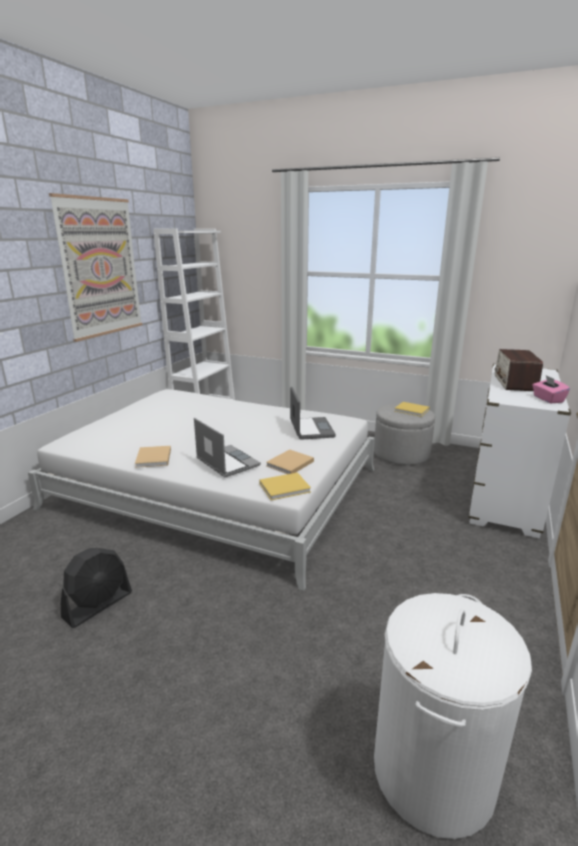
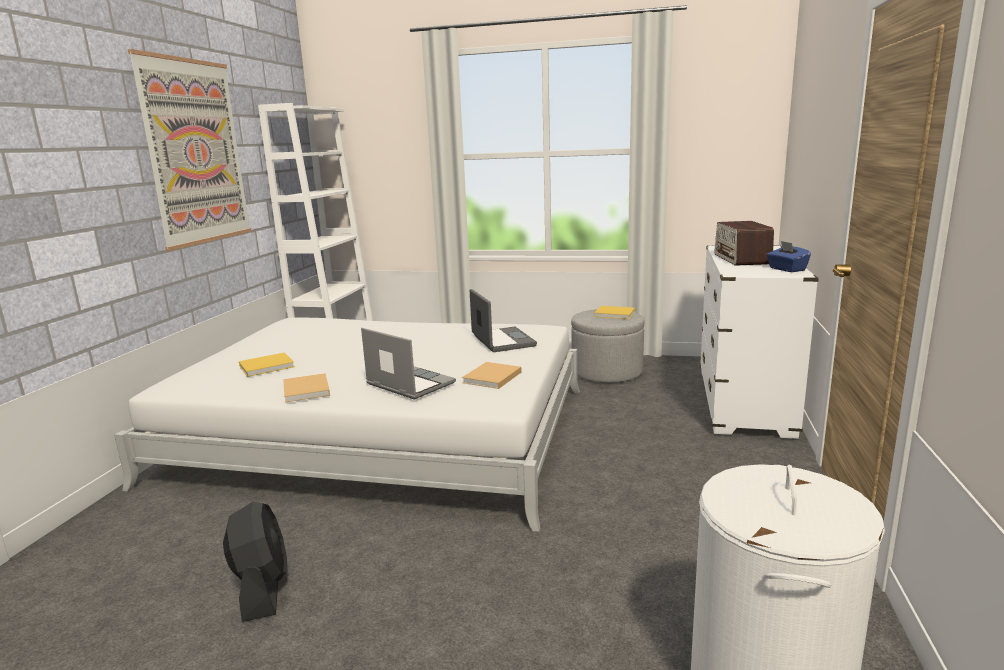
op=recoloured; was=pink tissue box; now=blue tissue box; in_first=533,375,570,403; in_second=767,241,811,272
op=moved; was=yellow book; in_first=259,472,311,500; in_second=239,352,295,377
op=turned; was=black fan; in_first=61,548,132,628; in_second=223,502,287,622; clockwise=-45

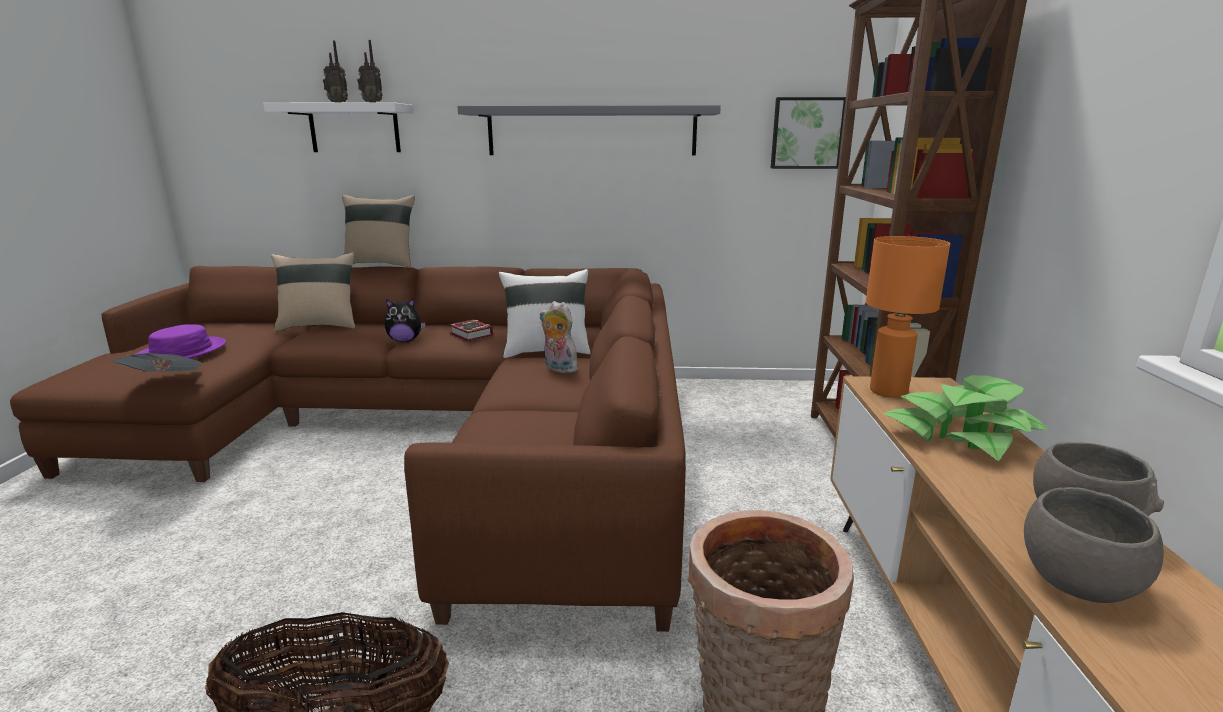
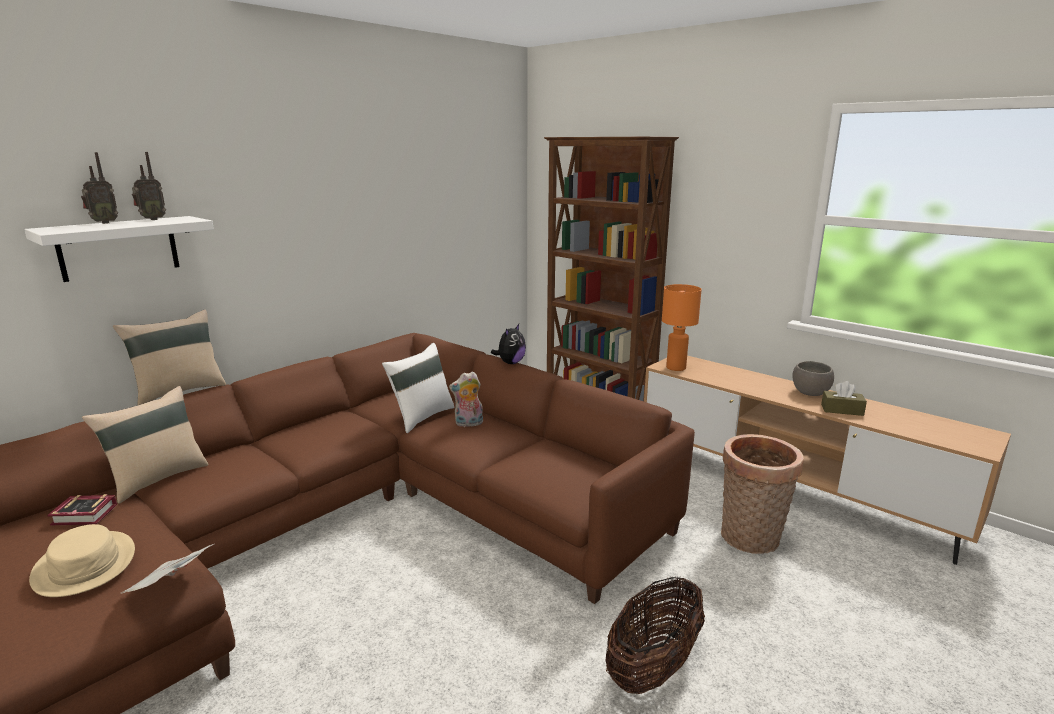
op=removed; was=picture; in_first=771,97,846,169
op=removed; was=grey shelf; in_first=458,105,721,156
op=moved; was=plush toy; in_first=385,299,426,342; in_second=491,324,526,364
op=moved; was=book; in_first=449,319,493,341; in_second=47,494,117,526
op=recoloured; was=purple hat; now=beige hat; in_first=136,324,226,359; in_second=29,524,135,597
op=removed; was=potted plant; in_first=882,375,1050,461
op=replaced; was=grey bowl; now=brown tissue box; in_first=1024,487,1164,603; in_second=821,381,867,416

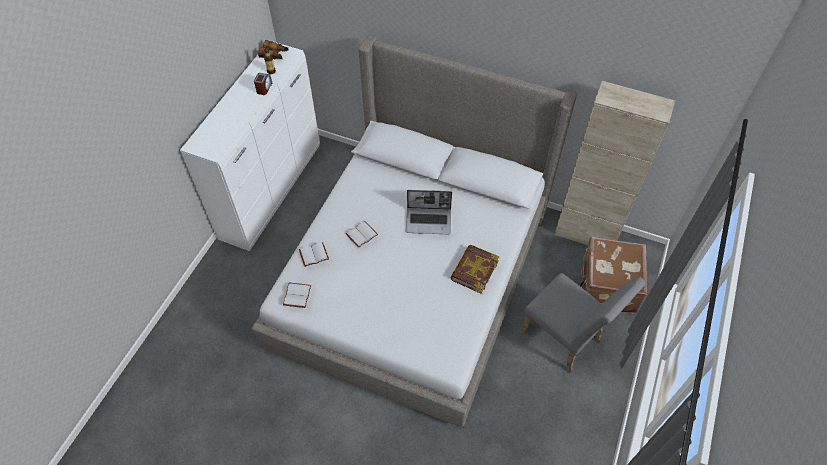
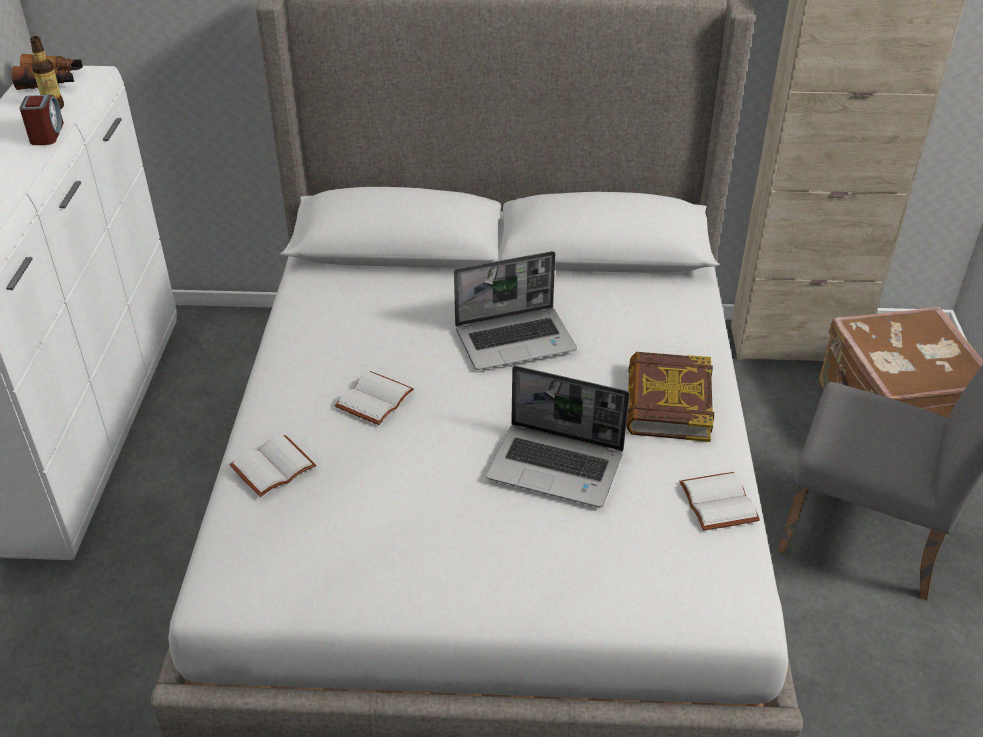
op=moved; was=white book; in_first=283,283,311,308; in_second=679,472,760,531
op=added; now=laptop; in_second=486,366,630,507

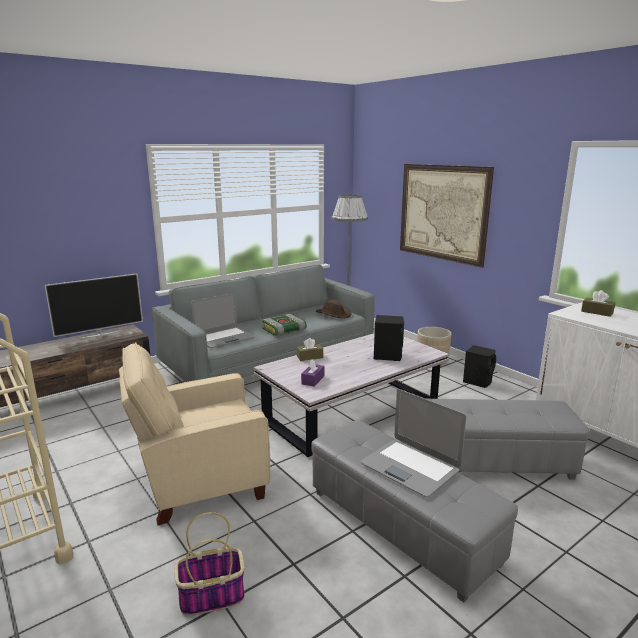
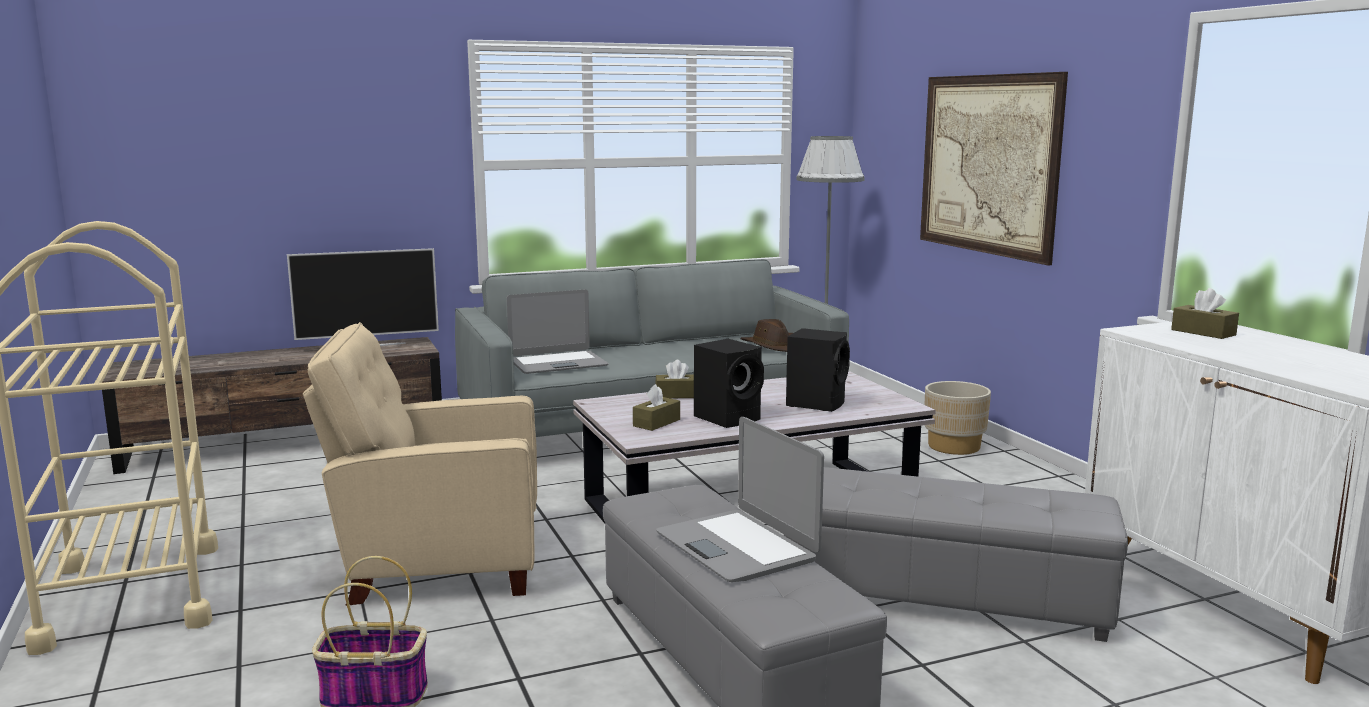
op=removed; was=book; in_first=262,314,307,336
op=moved; was=black speaker; in_first=463,345,496,388; in_second=694,339,764,428
op=recoloured; was=purple tissue box; now=brown tissue box; in_first=301,359,324,387; in_second=633,384,680,431

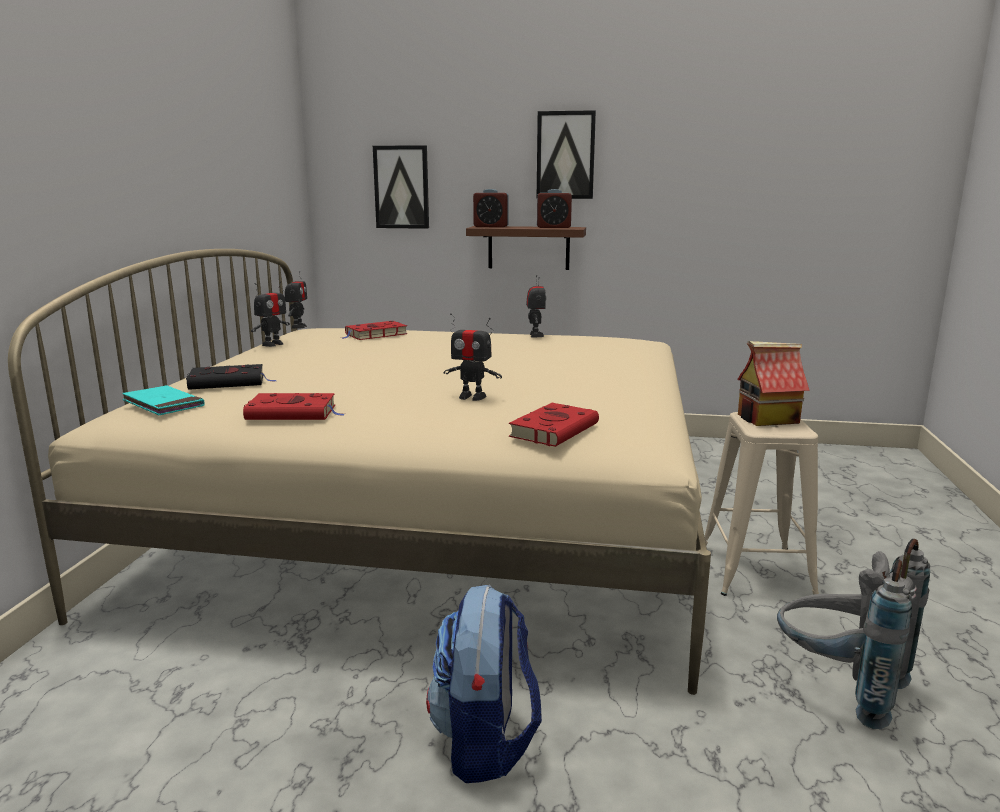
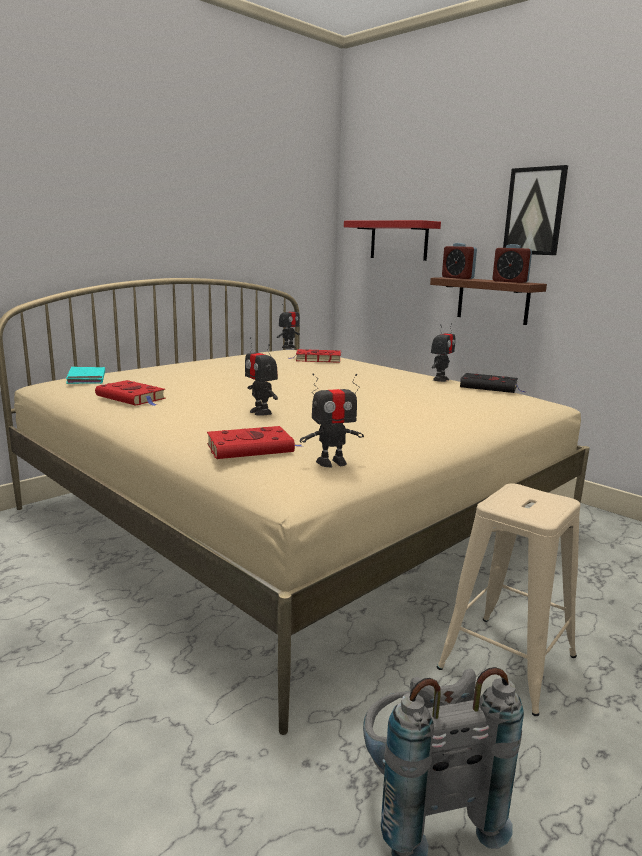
op=replaced; was=picture; now=red shelf; in_first=373,145,429,229; in_second=344,220,441,261
op=moved; was=toy robot; in_first=251,281,290,347; in_second=300,373,364,467
op=removed; was=toy house; in_first=737,341,810,426
op=moved; was=black book; in_first=186,364,276,390; in_second=460,373,526,393
op=removed; was=backpack; in_first=426,584,542,783

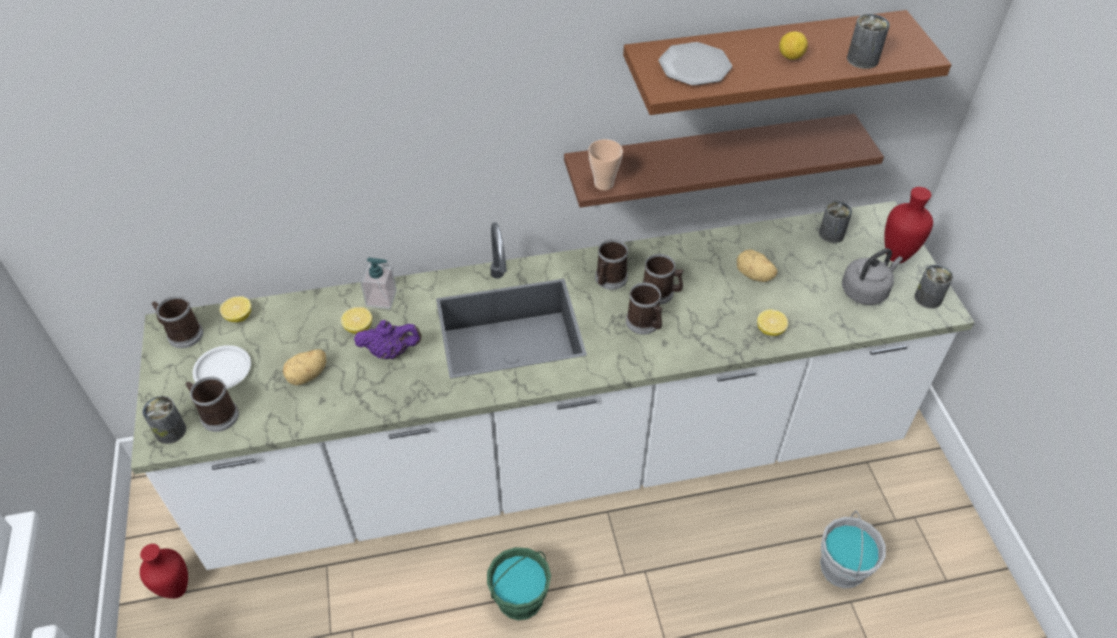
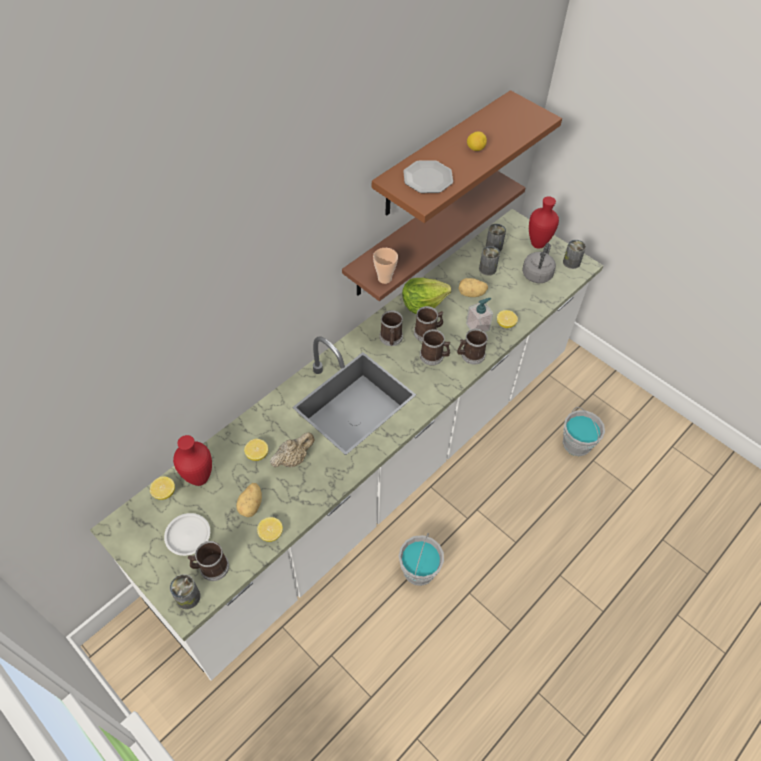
op=moved; was=can; in_first=847,14,890,69; in_second=479,246,500,276
op=moved; was=soap dispenser; in_first=360,257,397,309; in_second=466,298,493,332
op=moved; was=mug; in_first=152,296,203,348; in_second=457,328,488,365
op=recoloured; was=purple teapot; now=beige teapot; in_first=354,320,422,359; in_second=270,432,315,467
op=moved; was=red vase; in_first=140,544,188,599; in_second=173,435,212,486
op=recoloured; was=green bucket; now=grey bucket; in_first=487,547,551,621; in_second=399,533,444,586
op=added; now=lettuce; in_second=402,278,451,314
op=added; now=lemon; in_second=257,517,283,542

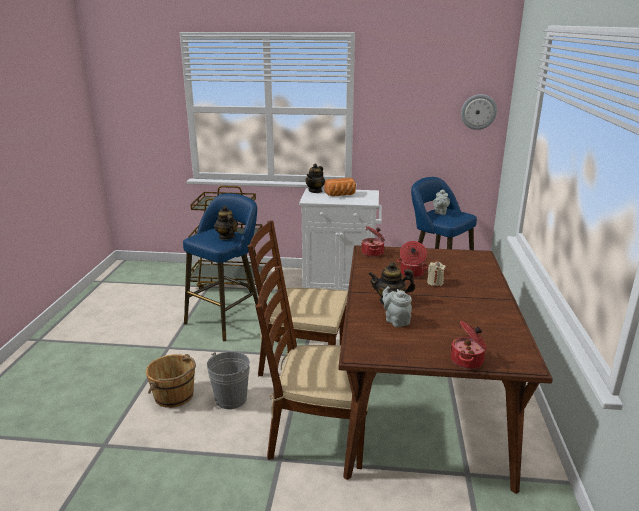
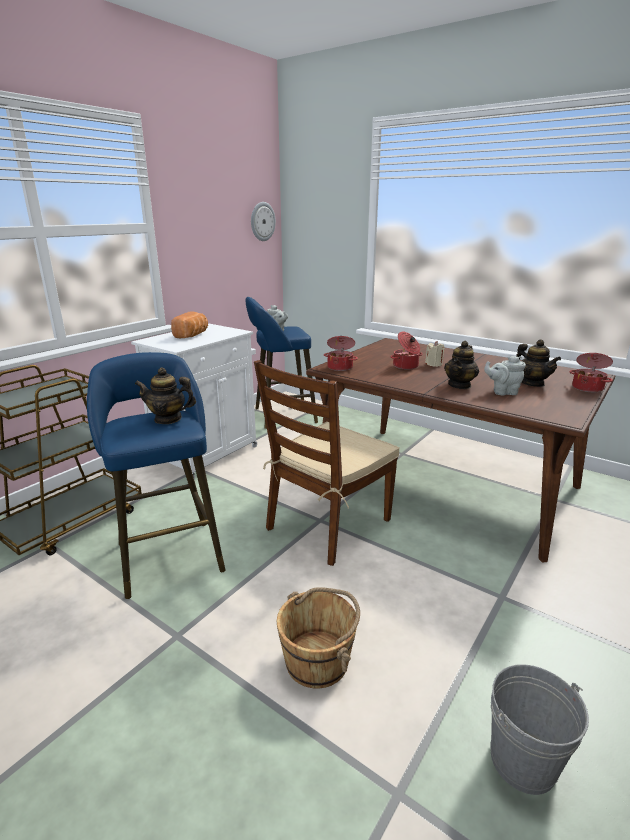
op=moved; was=teapot; in_first=305,163,325,193; in_second=516,339,561,387
op=removed; was=brown chair; in_first=255,266,369,469
op=moved; was=grey bucket; in_first=207,351,250,409; in_second=490,664,589,795

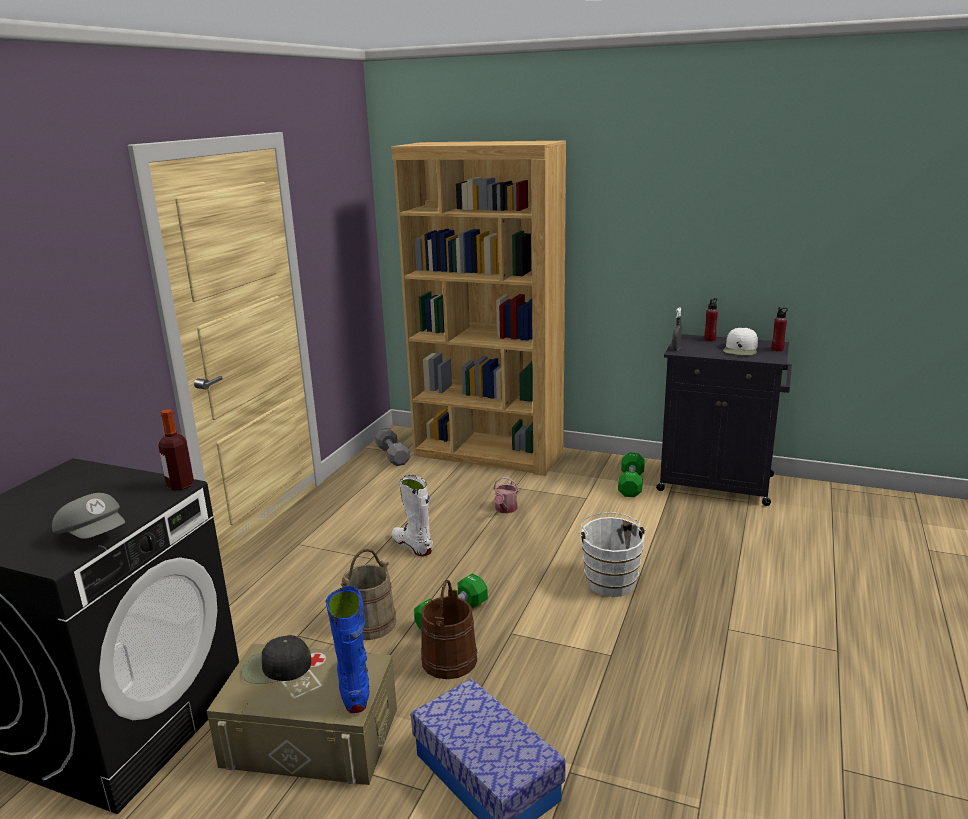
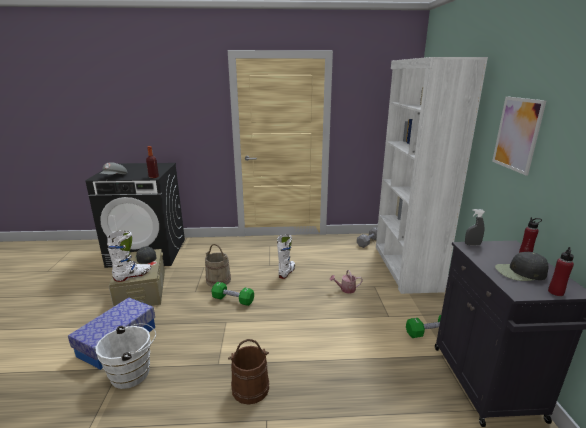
op=recoloured; was=brown bookcase; now=white bookcase; in_first=391,141,566,476; in_second=376,57,488,294
op=recoloured; was=white cap; now=black cap; in_first=723,327,758,355; in_second=495,252,548,281
op=moved; was=white bucket; in_first=578,512,647,597; in_second=95,324,156,389
op=moved; was=brown bucket; in_first=421,580,477,679; in_second=228,339,269,405
op=recoloured; was=blue boot; now=white boot; in_first=326,586,370,713; in_second=107,230,151,282
op=added; now=picture; in_second=492,96,546,176

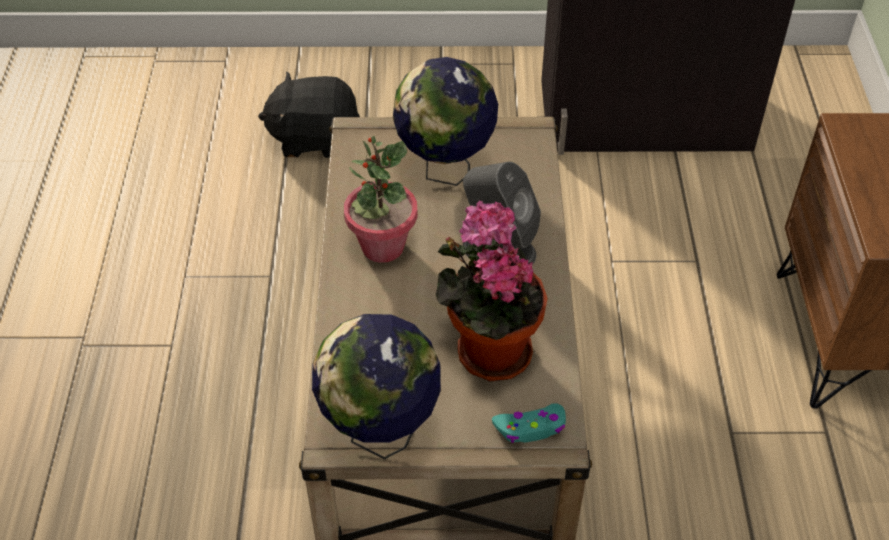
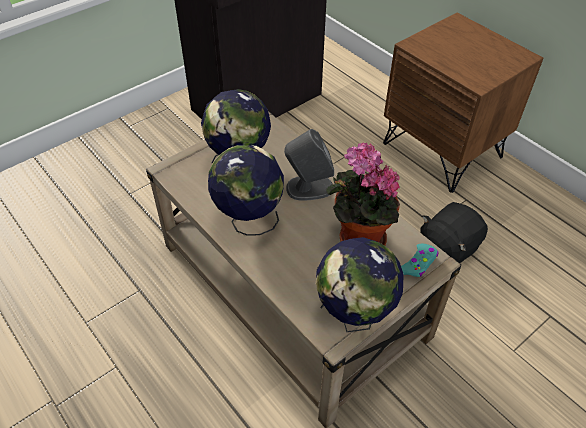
op=moved; was=black plush toy; in_first=258,72,360,158; in_second=420,202,488,263
op=replaced; was=potted plant; now=globe; in_first=344,136,418,263; in_second=208,145,284,236

